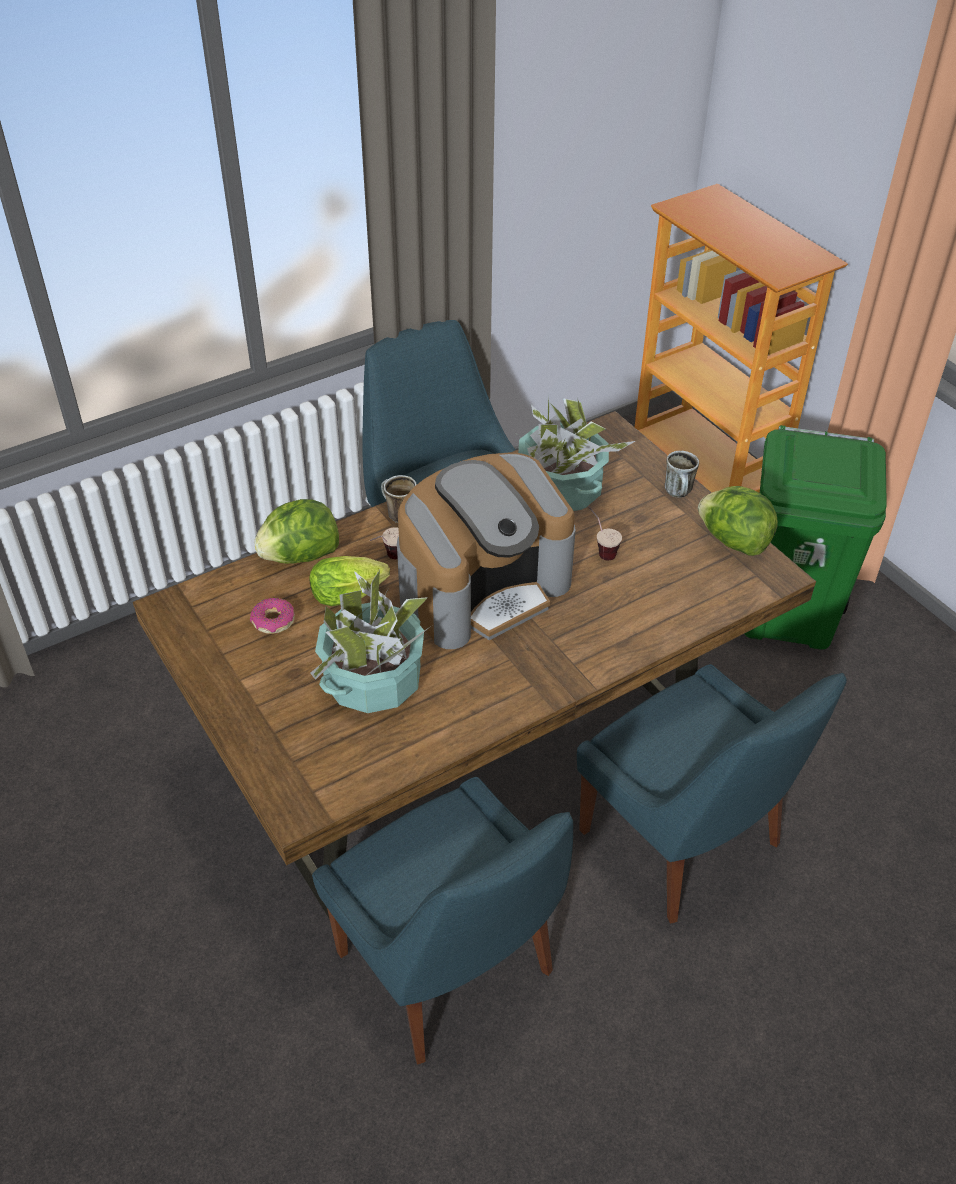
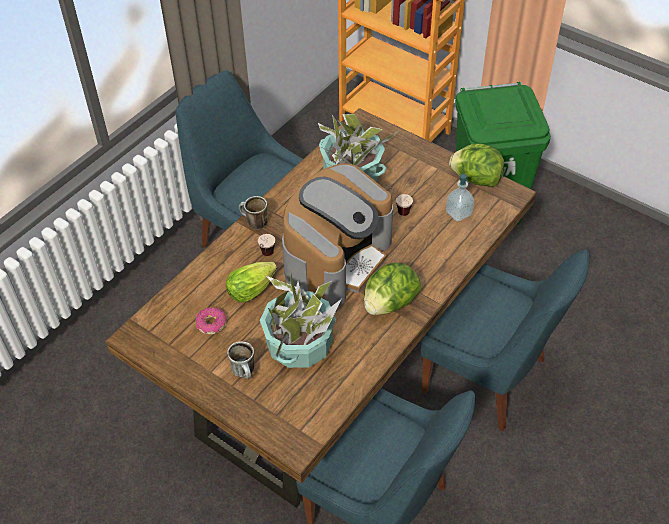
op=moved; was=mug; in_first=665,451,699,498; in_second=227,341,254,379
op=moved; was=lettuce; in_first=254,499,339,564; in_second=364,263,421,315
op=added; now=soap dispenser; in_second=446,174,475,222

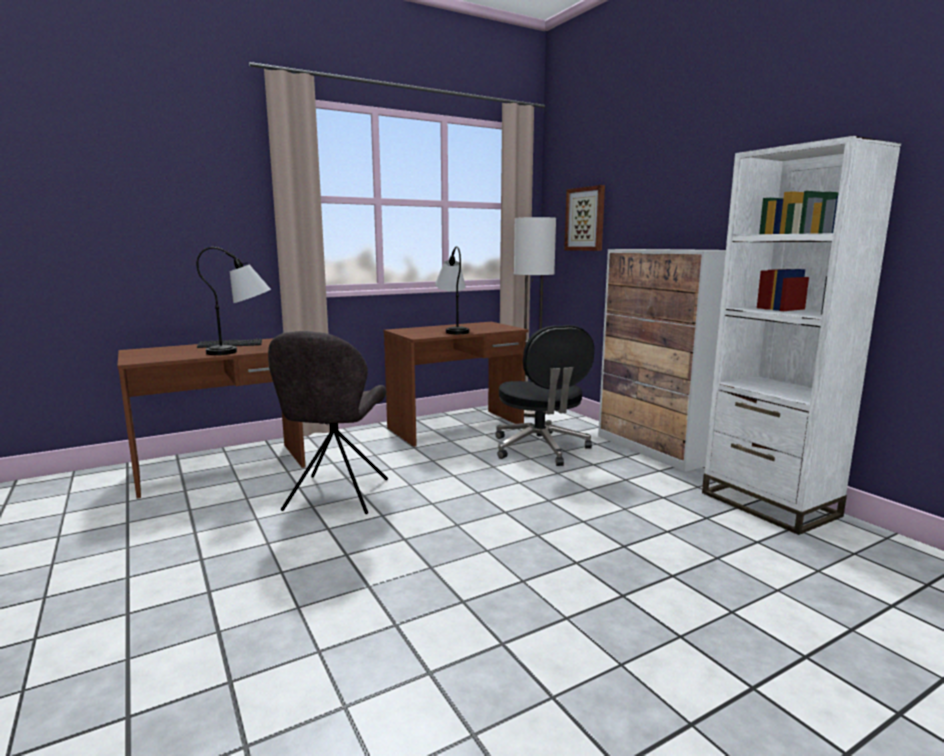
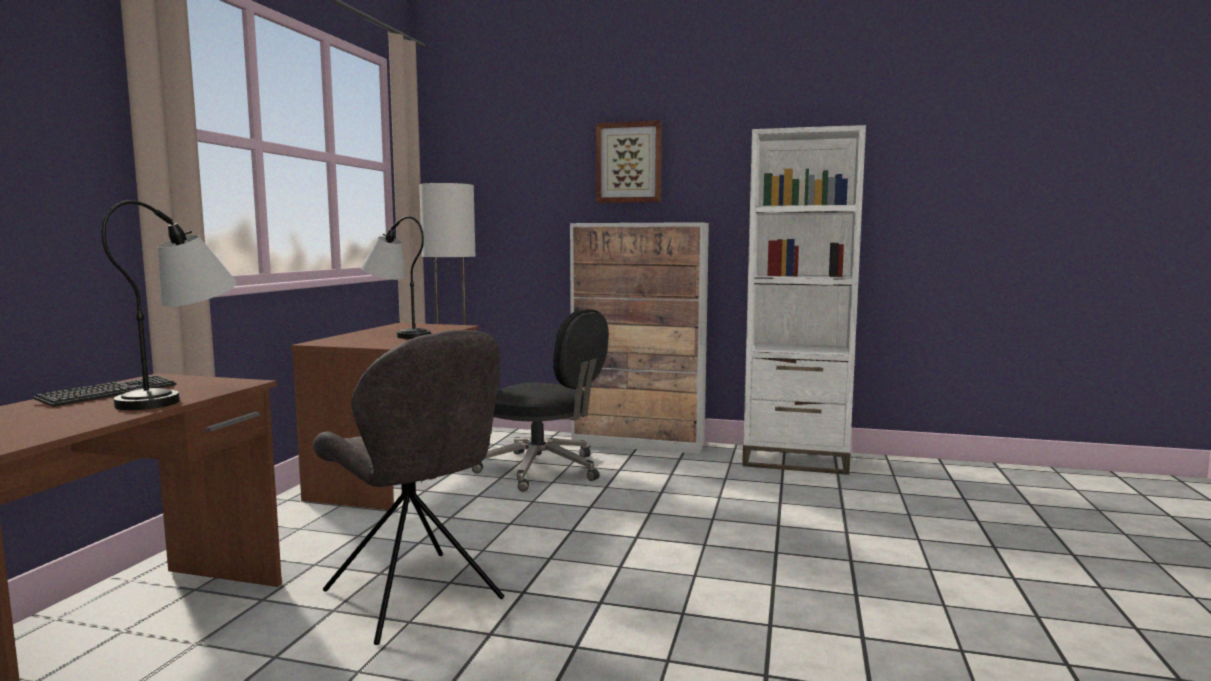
op=moved; was=picture; in_first=564,185,605,251; in_second=596,120,662,203

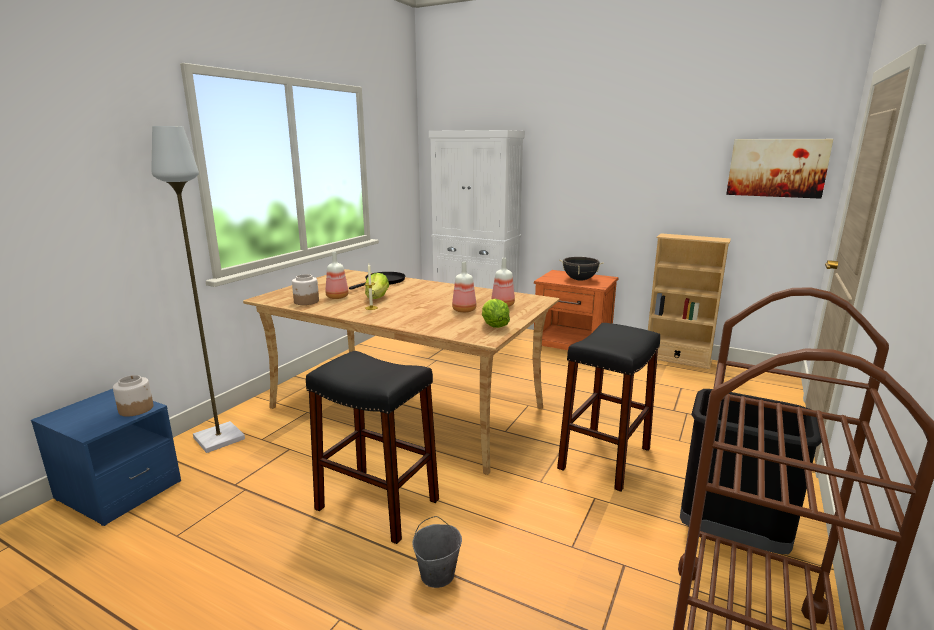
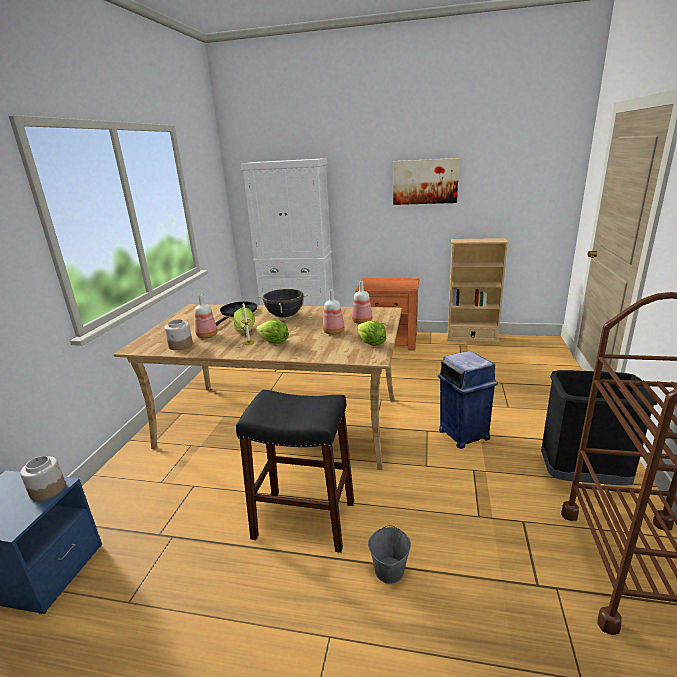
op=removed; was=grey floor lamp; in_first=151,126,245,453
op=moved; was=picture; in_first=726,139,833,199; in_second=393,158,459,205
op=moved; was=black cooking pot; in_first=559,257,604,281; in_second=258,288,308,318
op=replaced; was=black stool; now=blue trash can; in_first=557,323,660,492; in_second=438,351,498,449
op=added; now=lettuce; in_second=256,320,289,344

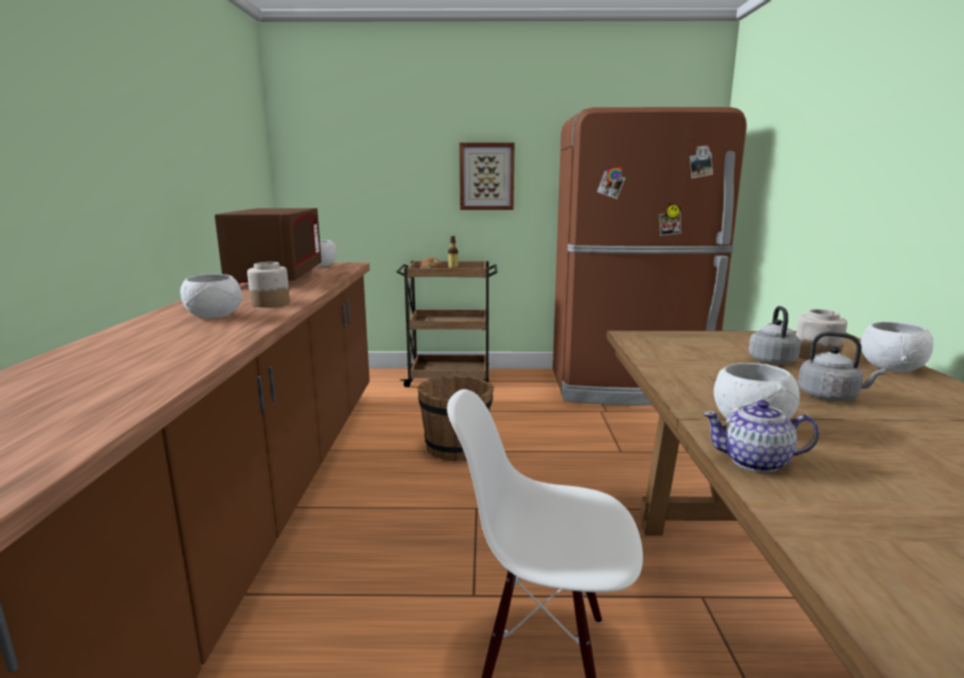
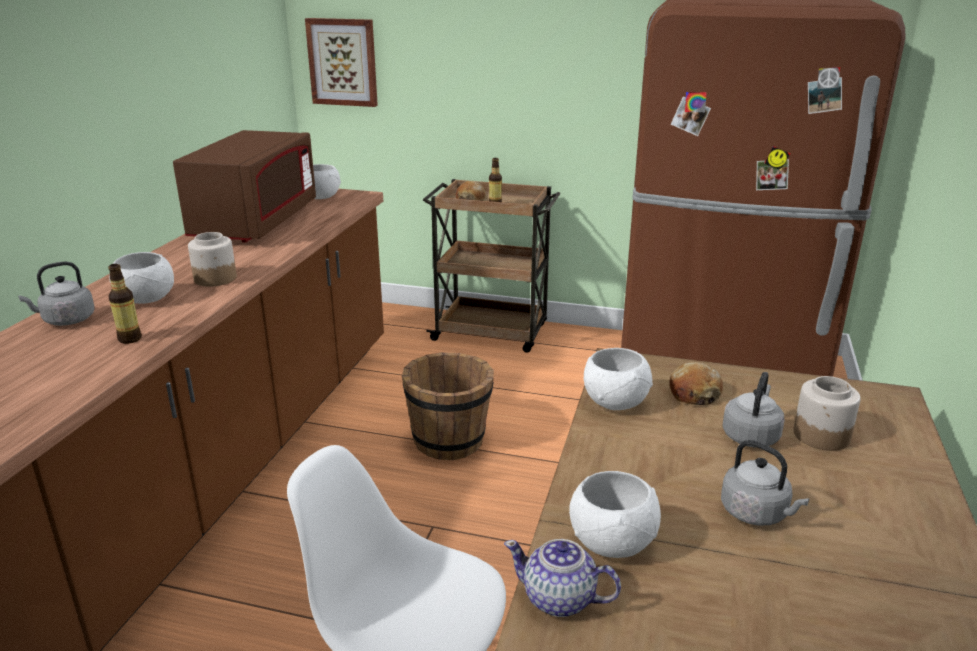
op=moved; was=picture; in_first=459,143,515,210; in_second=305,18,378,107
op=moved; was=white bowl; in_first=861,322,934,372; in_second=584,348,653,410
op=added; now=grey kettle; in_second=18,262,95,326
op=added; now=bottle; in_second=108,264,142,344
op=added; now=bread; in_second=669,362,723,405

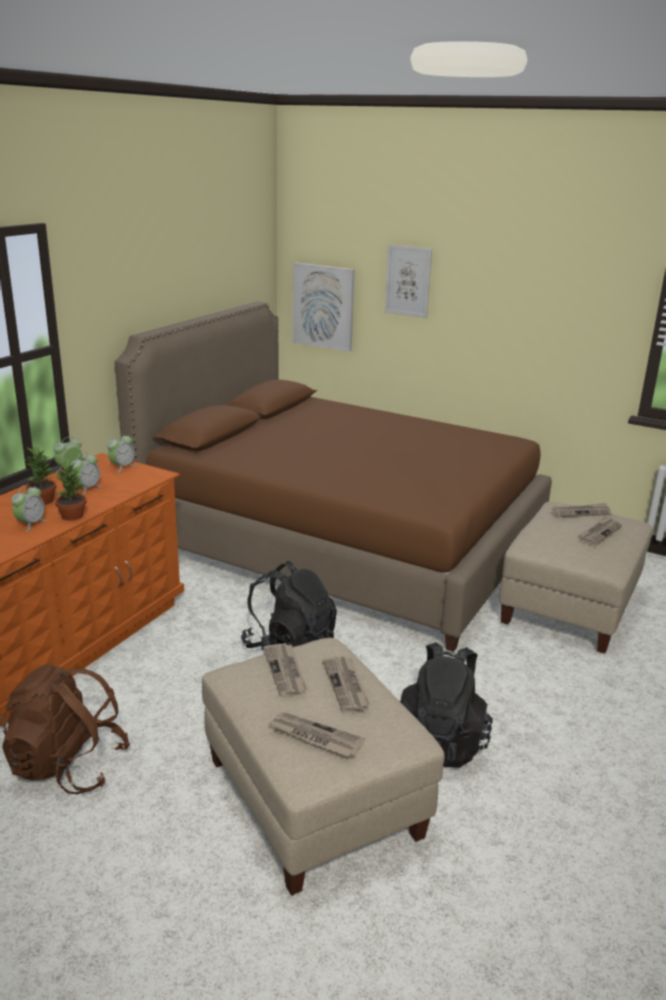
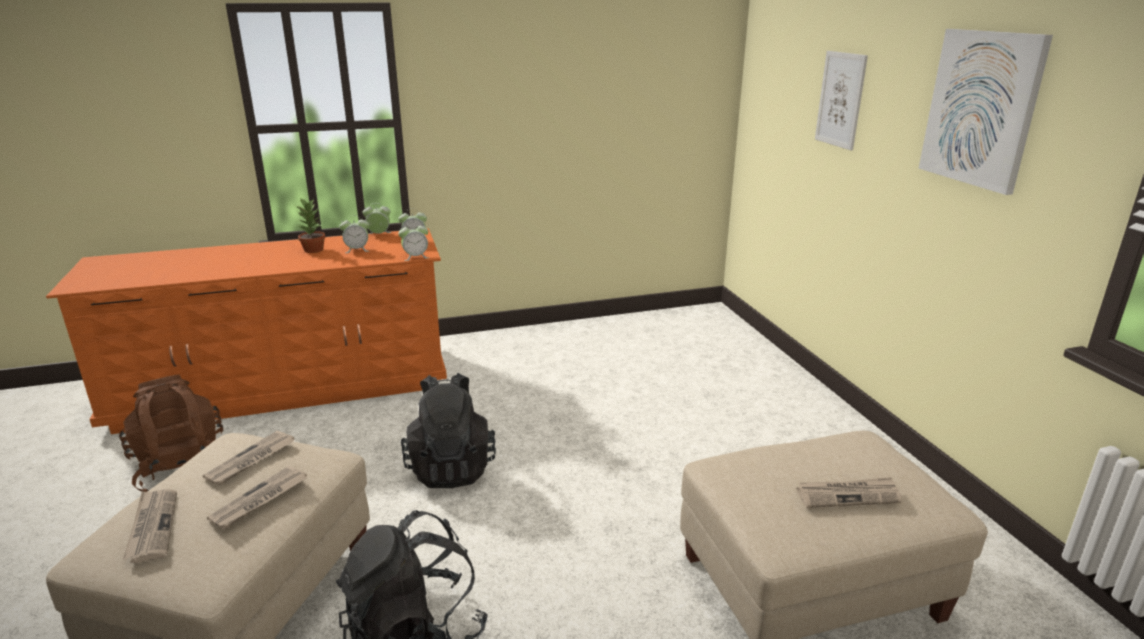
op=moved; was=picture; in_first=293,262,355,352; in_second=919,29,1053,195
op=removed; was=brown bed; in_first=115,302,552,652
op=removed; was=potted plant; in_first=55,458,86,521
op=moved; was=alarm clock; in_first=11,485,47,531; in_second=398,222,429,261
op=removed; was=newspaper; in_first=552,503,612,517

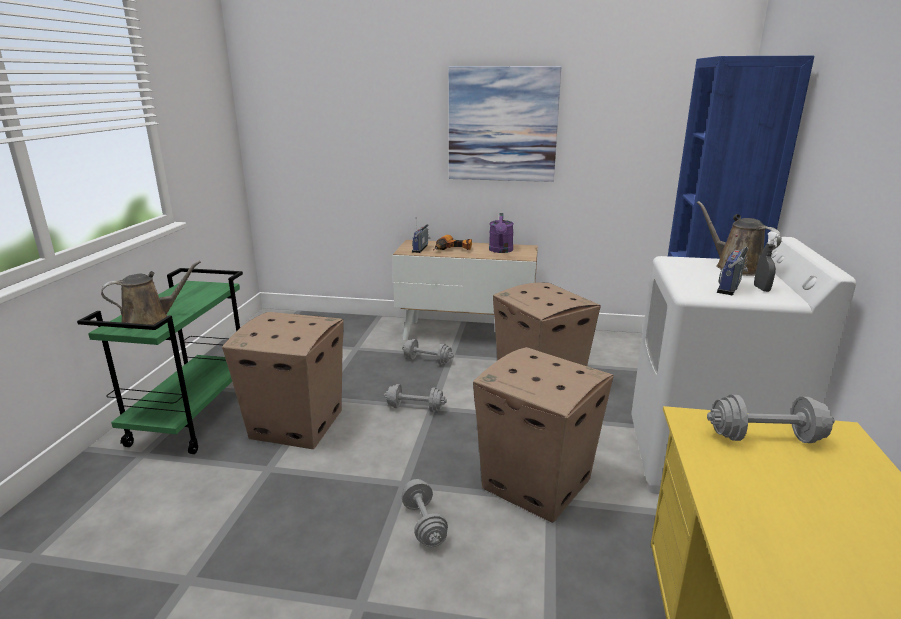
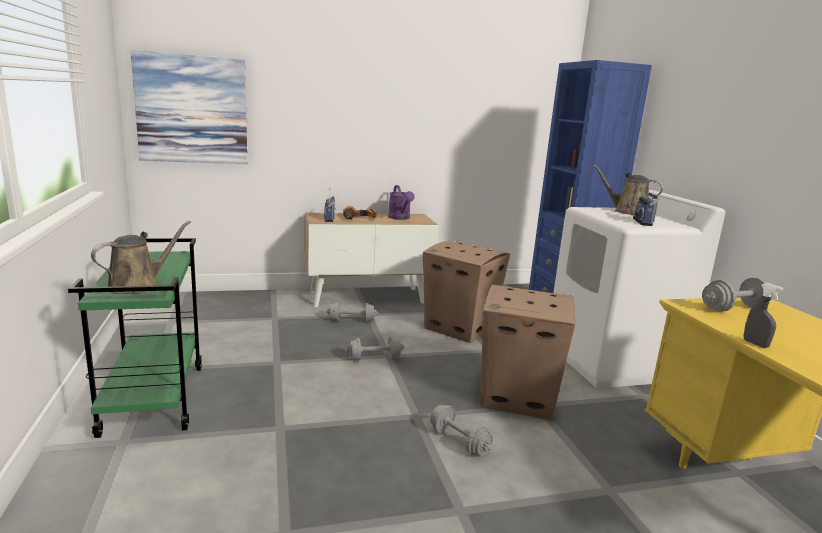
op=moved; was=picture; in_first=449,66,561,182; in_second=131,50,247,164
op=moved; was=grey spray bottle; in_first=754,231,780,292; in_second=743,283,783,348
op=removed; was=cardboard box; in_first=222,312,344,449

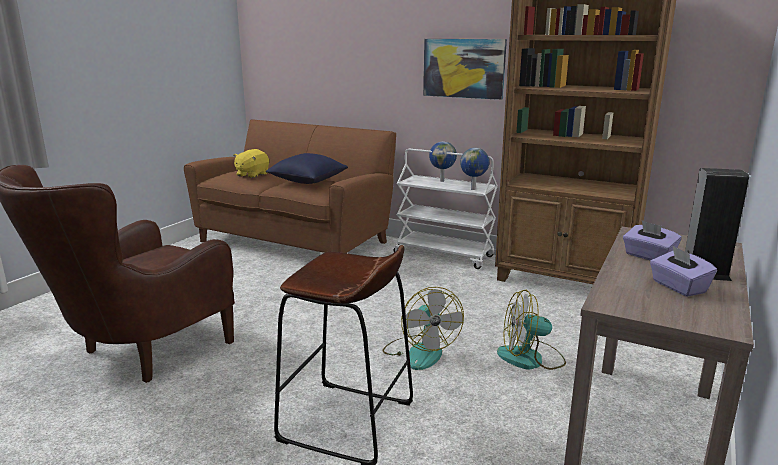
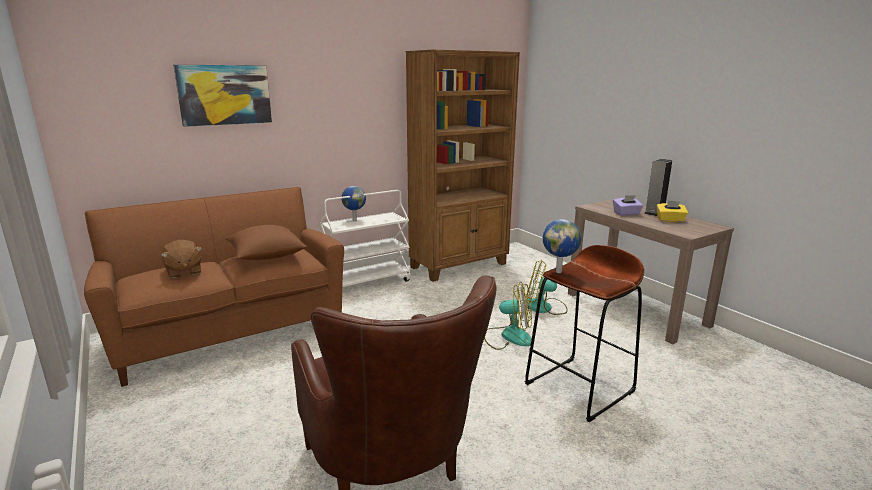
op=moved; was=picture; in_first=423,39,507,100; in_second=173,65,272,127
op=moved; was=globe; in_first=460,148,489,190; in_second=543,219,581,273
op=recoloured; was=yellow plush toy; now=brown plush toy; in_first=233,149,269,178; in_second=161,240,202,279
op=recoloured; was=blue pillow; now=brown pillow; in_first=265,153,348,184; in_second=225,225,307,260
op=recoloured; was=purple tissue box; now=yellow tissue box; in_first=650,245,717,297; in_second=656,201,688,222
op=turned; was=fan; in_first=497,290,566,370; in_second=527,261,568,315; clockwise=75

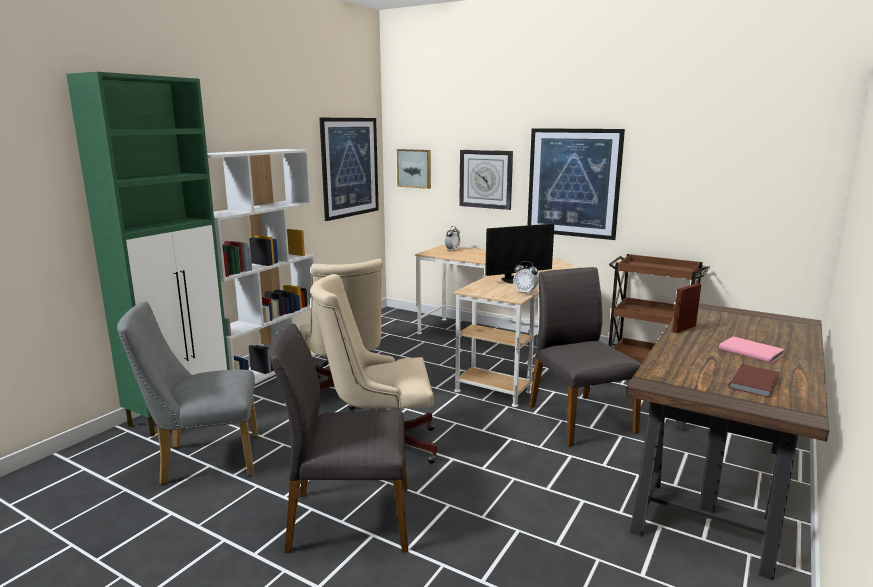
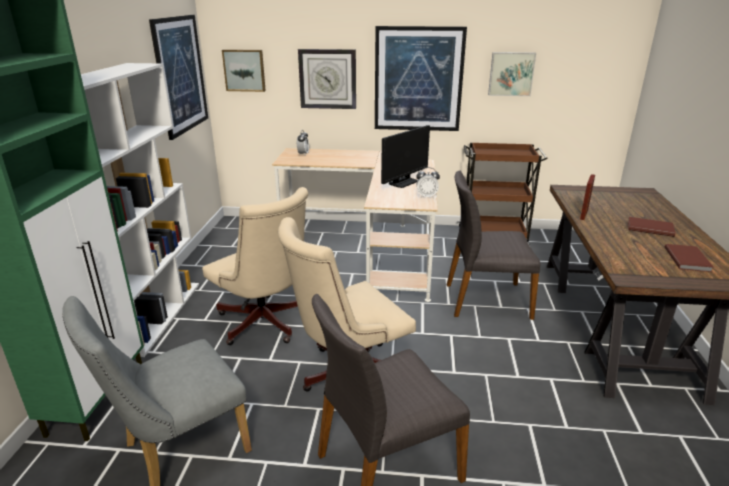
op=turned; was=grey chair; in_first=529,267,641,447; in_second=447,171,541,320; clockwise=-45
op=recoloured; was=pink book; now=brown book; in_first=719,336,784,363; in_second=628,217,676,237
op=added; now=picture; in_second=488,52,536,96

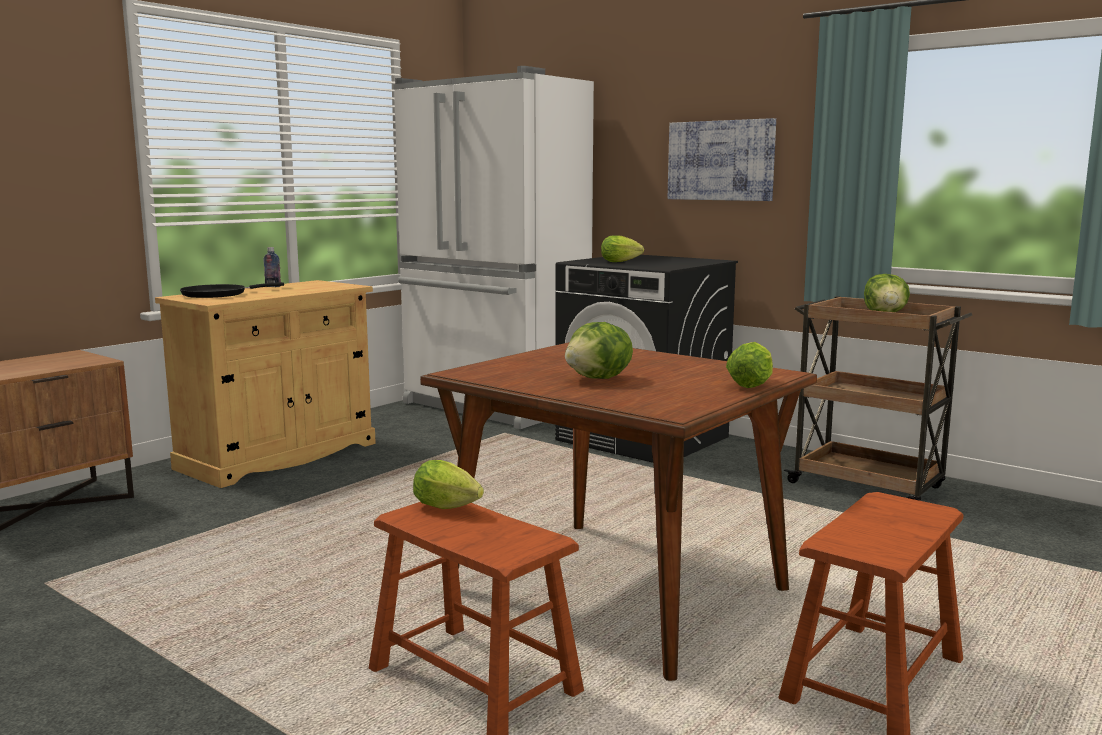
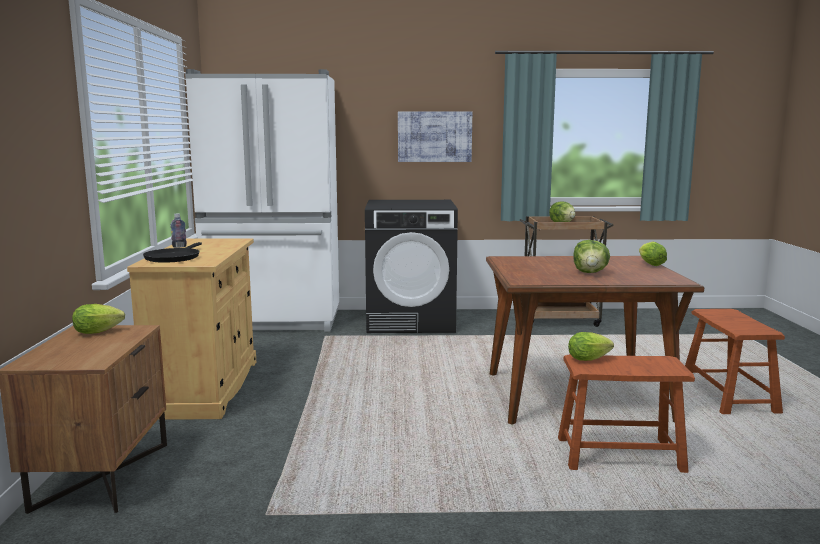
op=moved; was=lettuce; in_first=601,235,644,262; in_second=72,304,125,334

